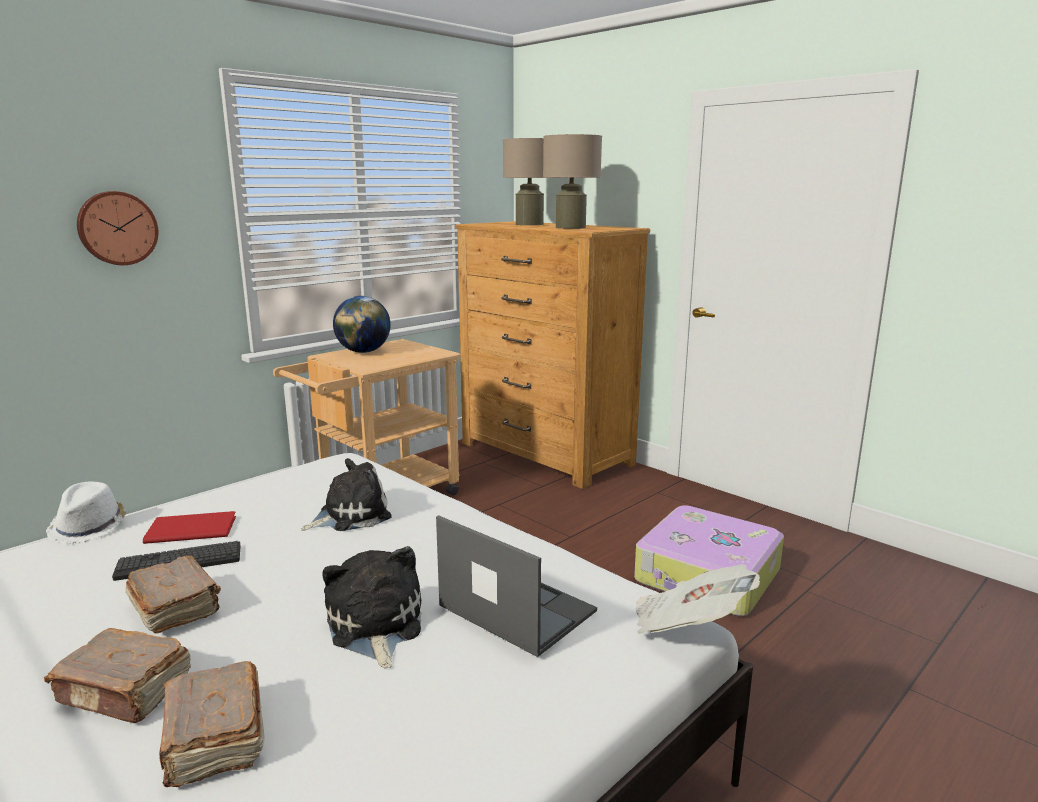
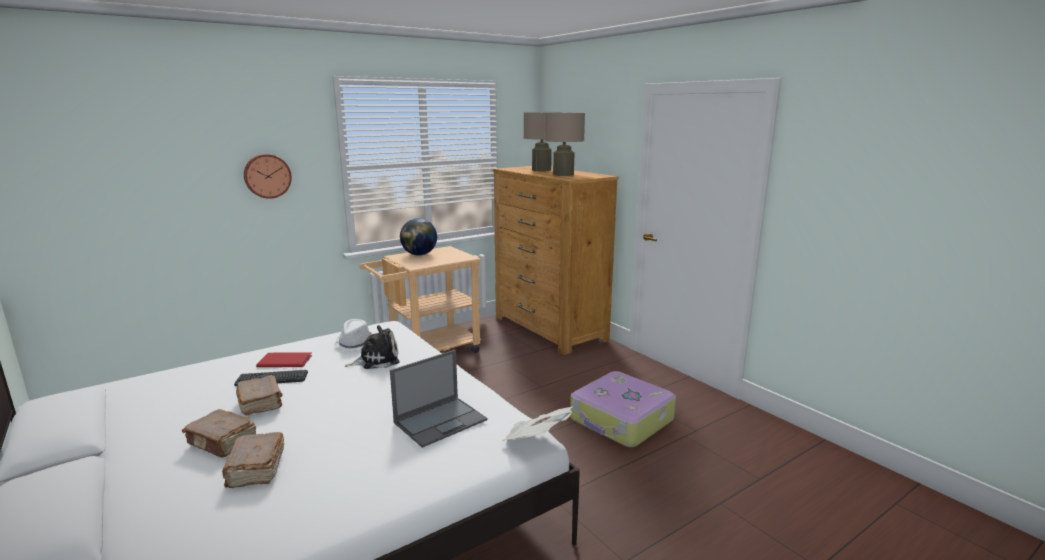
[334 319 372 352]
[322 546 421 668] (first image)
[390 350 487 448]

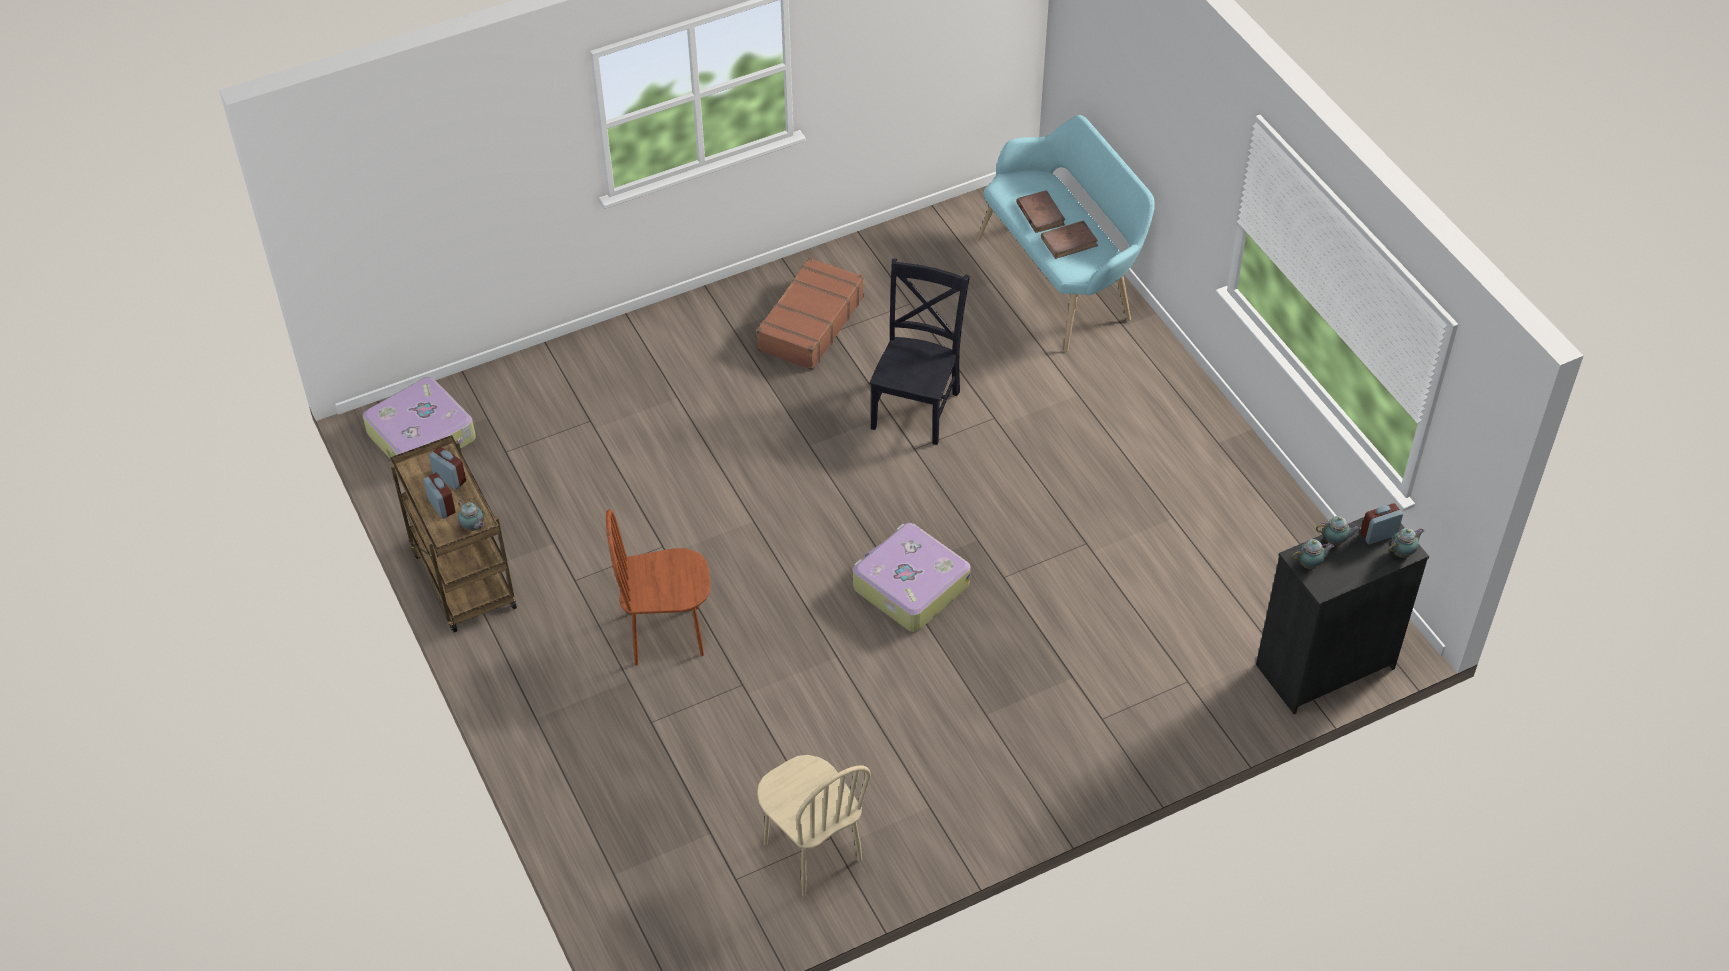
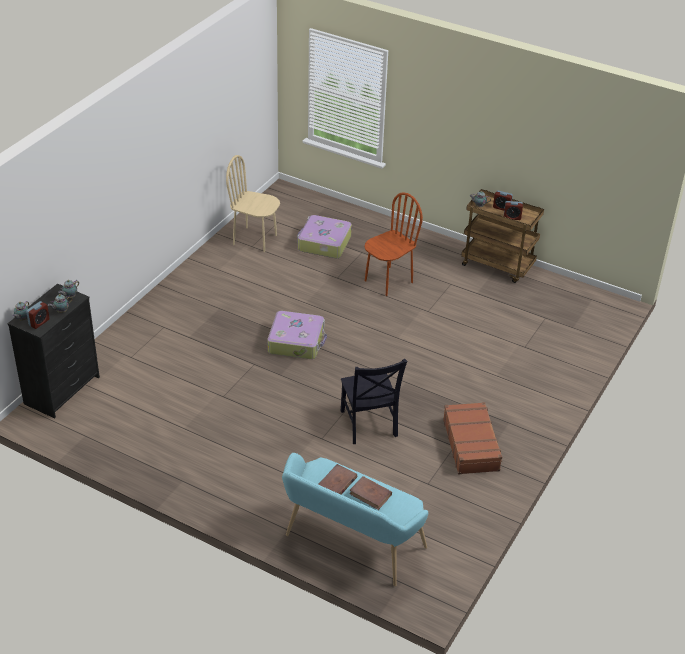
[297 215 352 258]

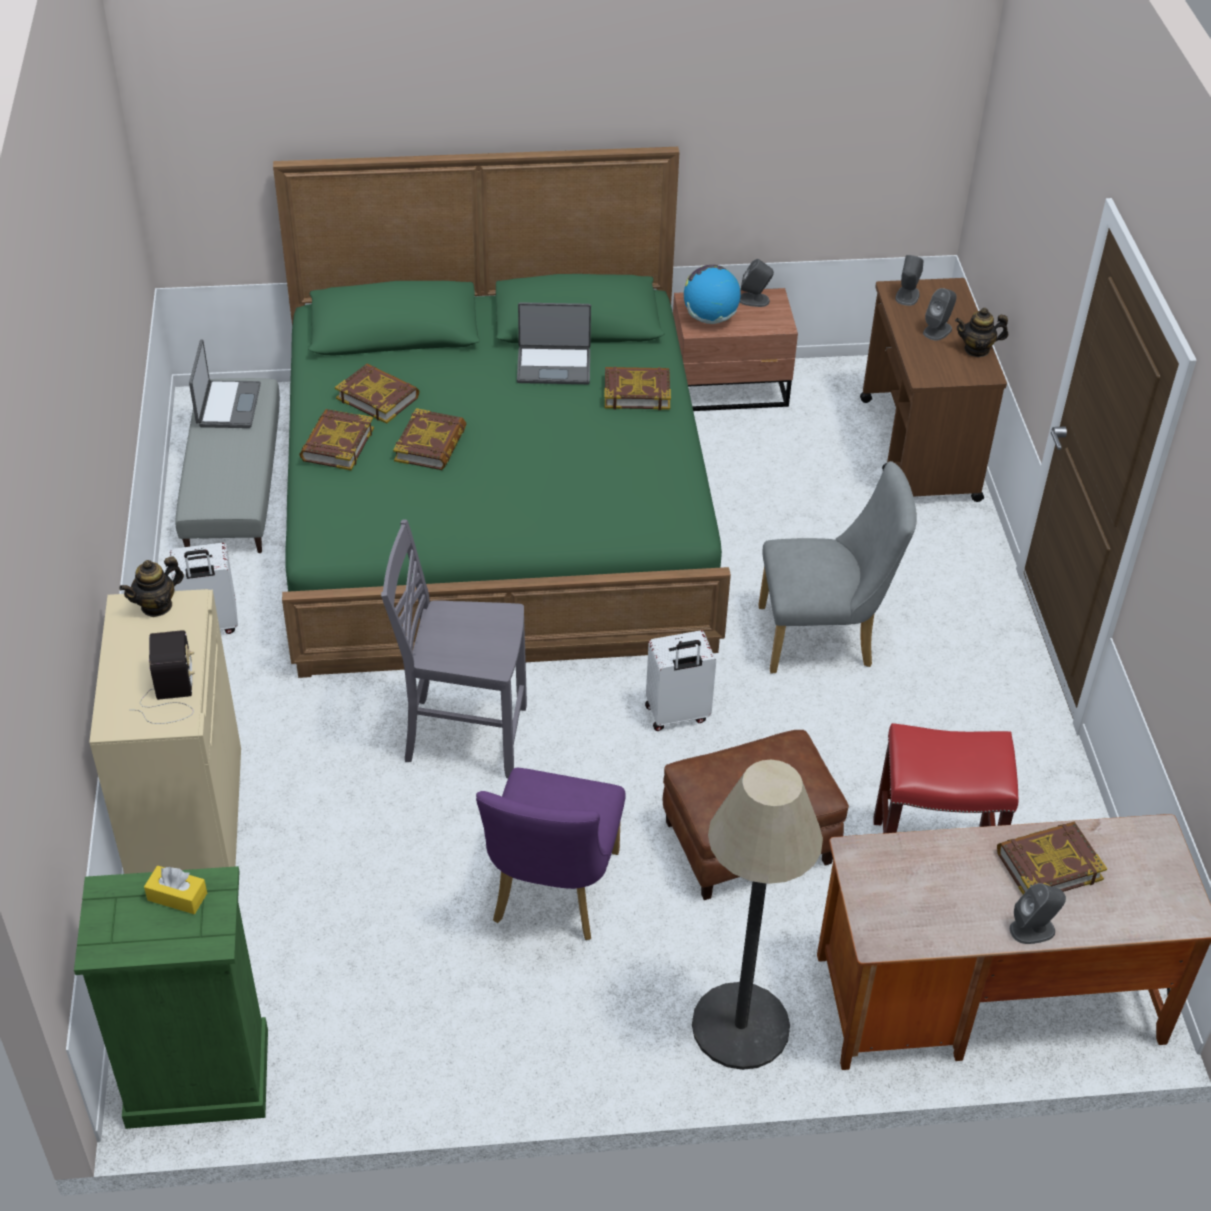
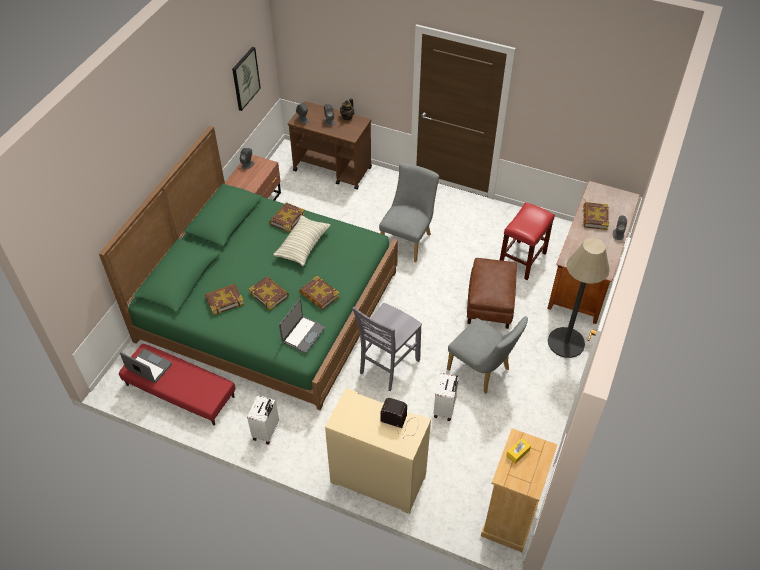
[481 428 557 552]
[119 556 184 617] (first image)
[119 344 235 425]
[299 276 340 310]
[447 316 528 394]
[279 299 325 353]
[433 373 459 421]
[684 265 741 324] (first image)
[232 47 261 111]
[273 215 331 266]

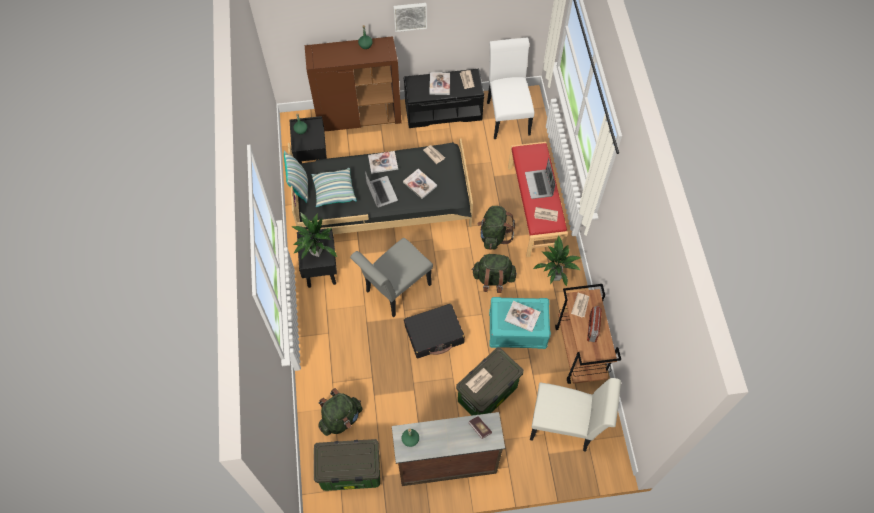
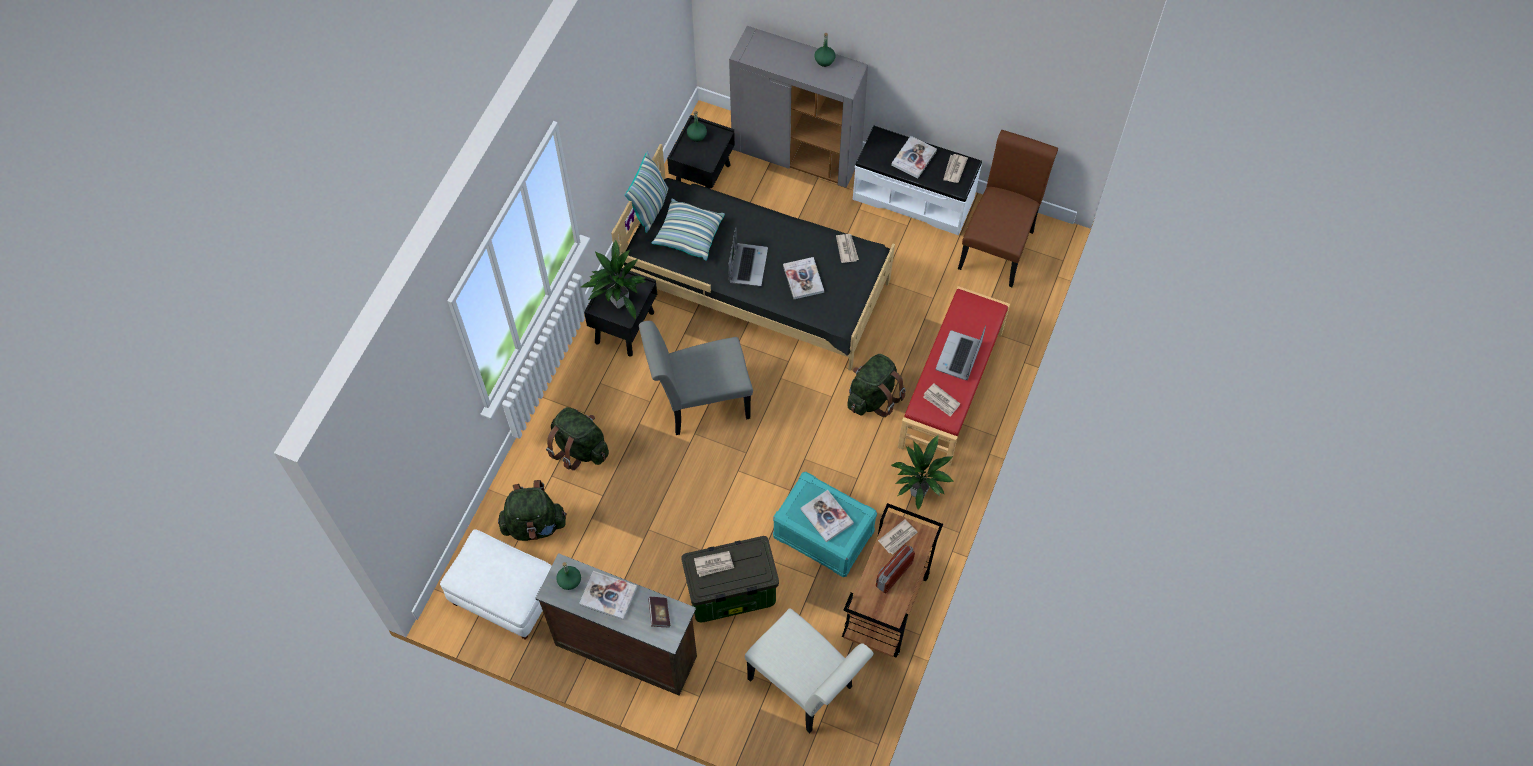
[729 26 868 188]
[440 529 551 640]
[579 571 637 620]
[393 3 427 32] (first image)
[853 126 982 236]
[404 304 465 358] (first image)
[546 407 609 470]
[958 130 1058 287]

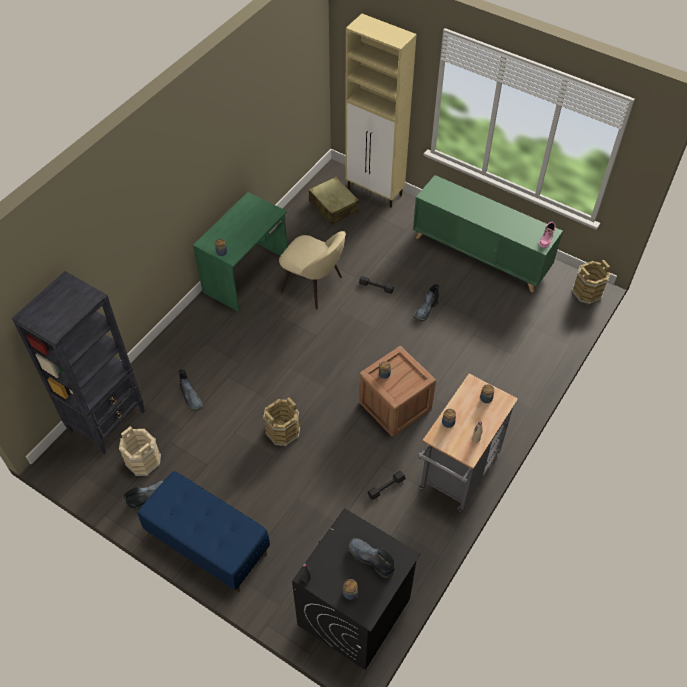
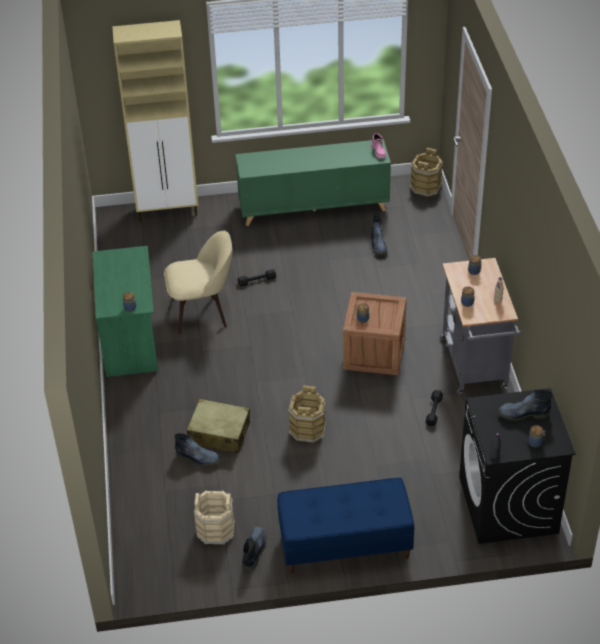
[12 271 145 455] (first image)
[187 399 250 454]
[371 215 388 255]

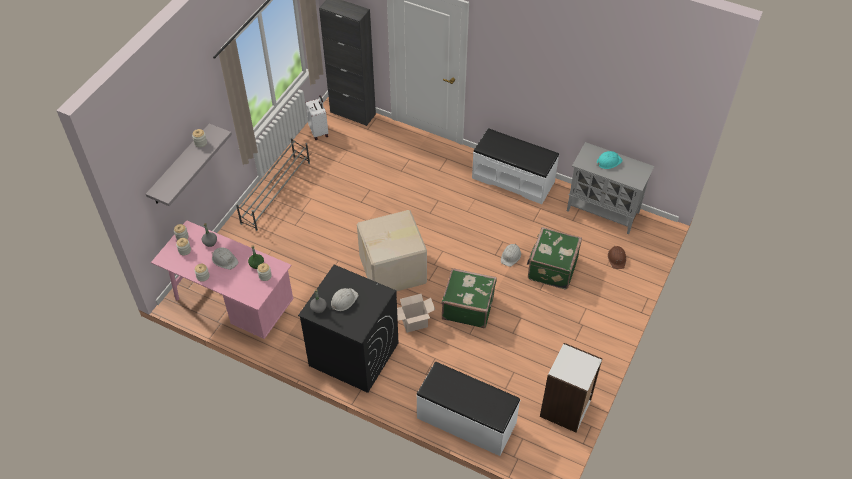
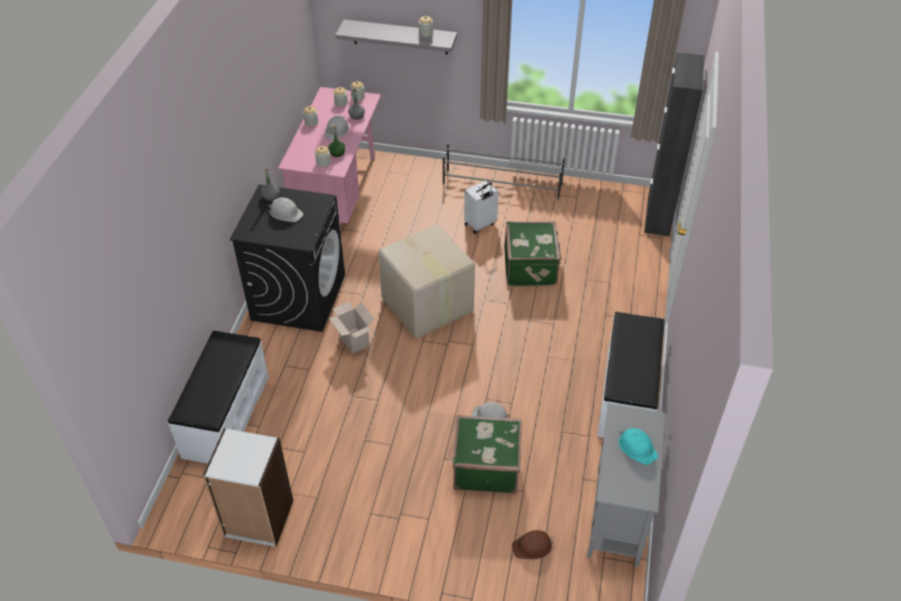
[464 180 499 234]
[504 221 562 286]

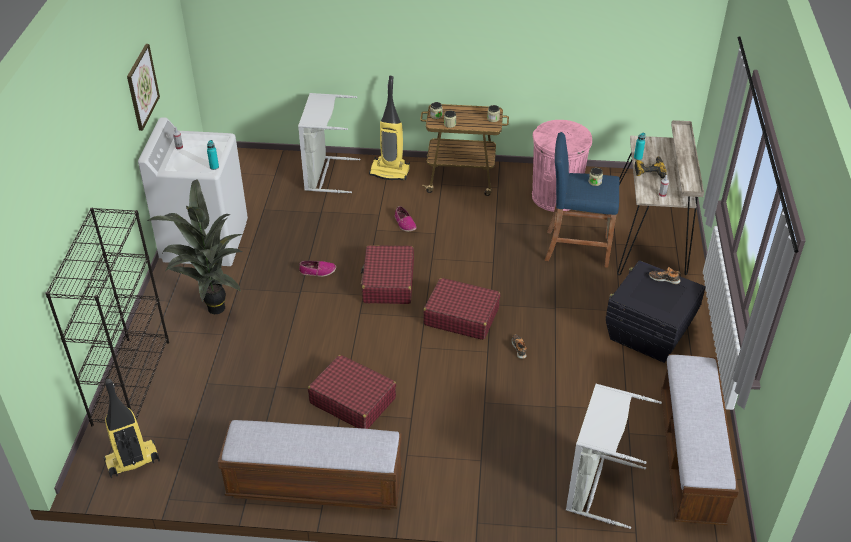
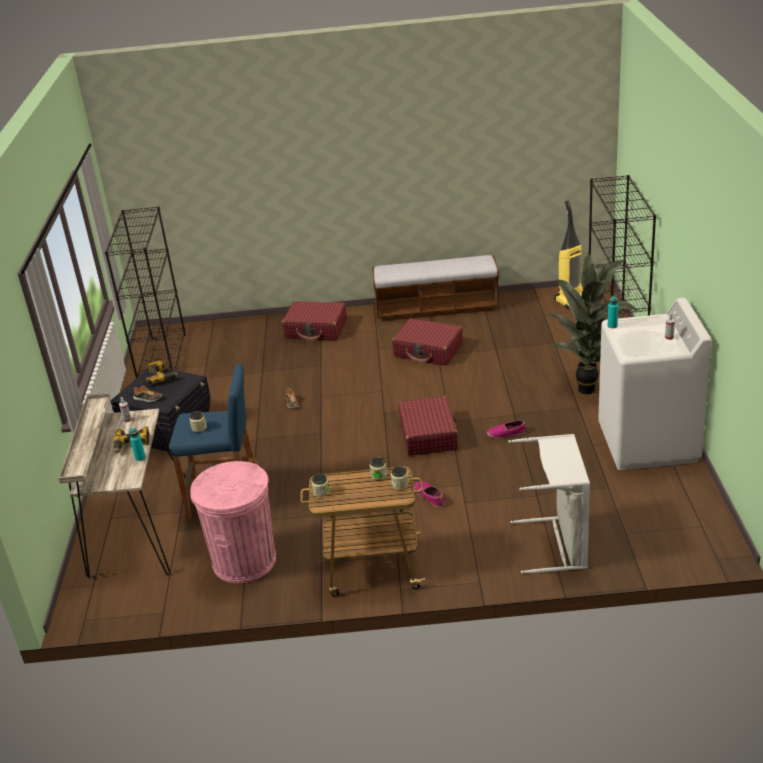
[127 44 160 131] (first image)
[369 76 410 180] (first image)
[282 301 347 341]
[566 384 662 529] (first image)
[105 206 186 378]
[146 361 178 385]

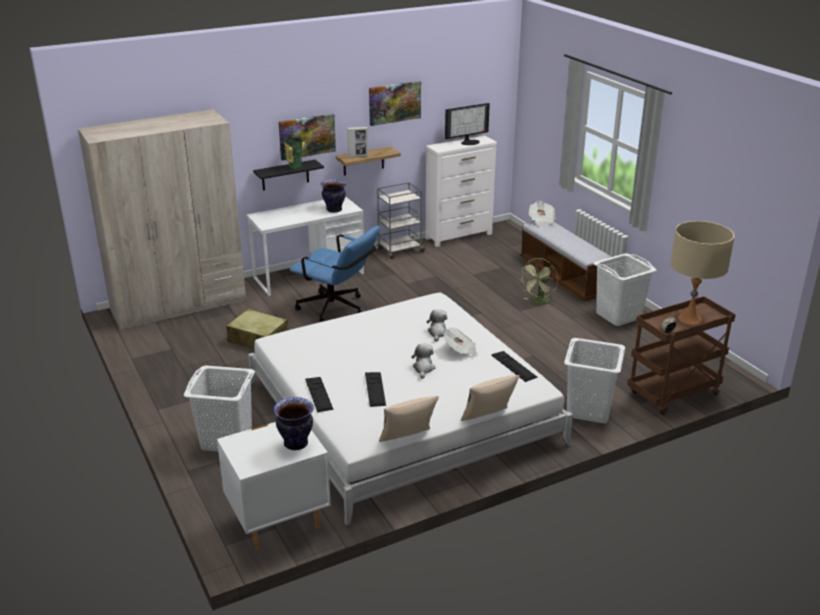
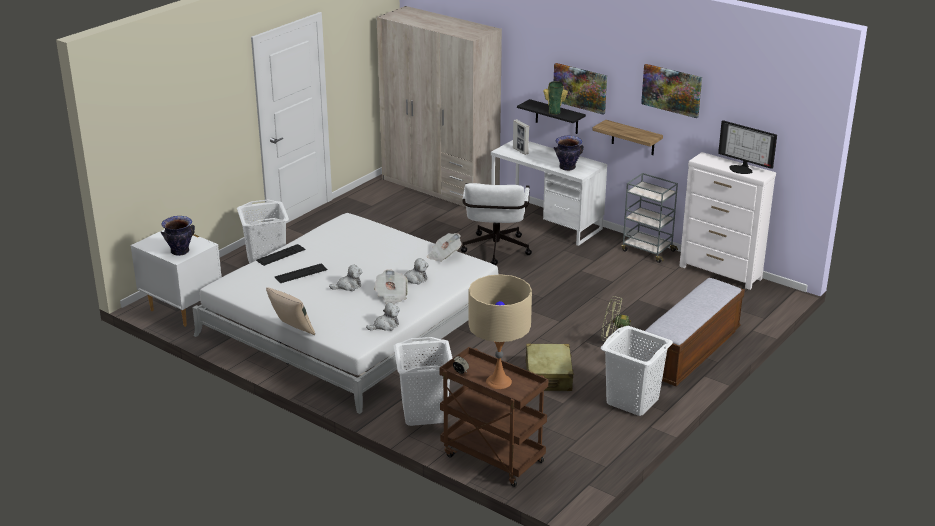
[526 344 574 391]
[460 183 532 265]
[513 119 529 155]
[379 396 439 442] (first image)
[366 302 400 331]
[427 233 462 262]

